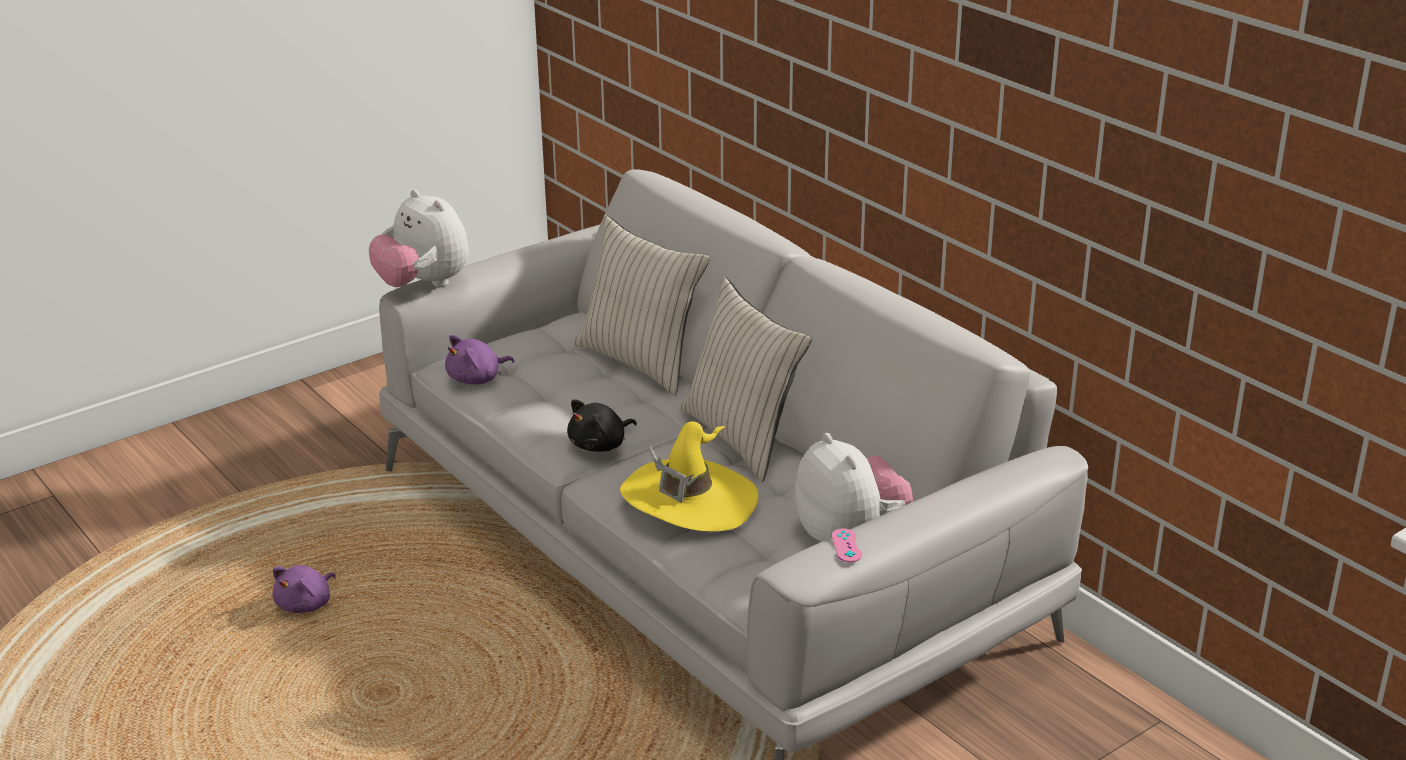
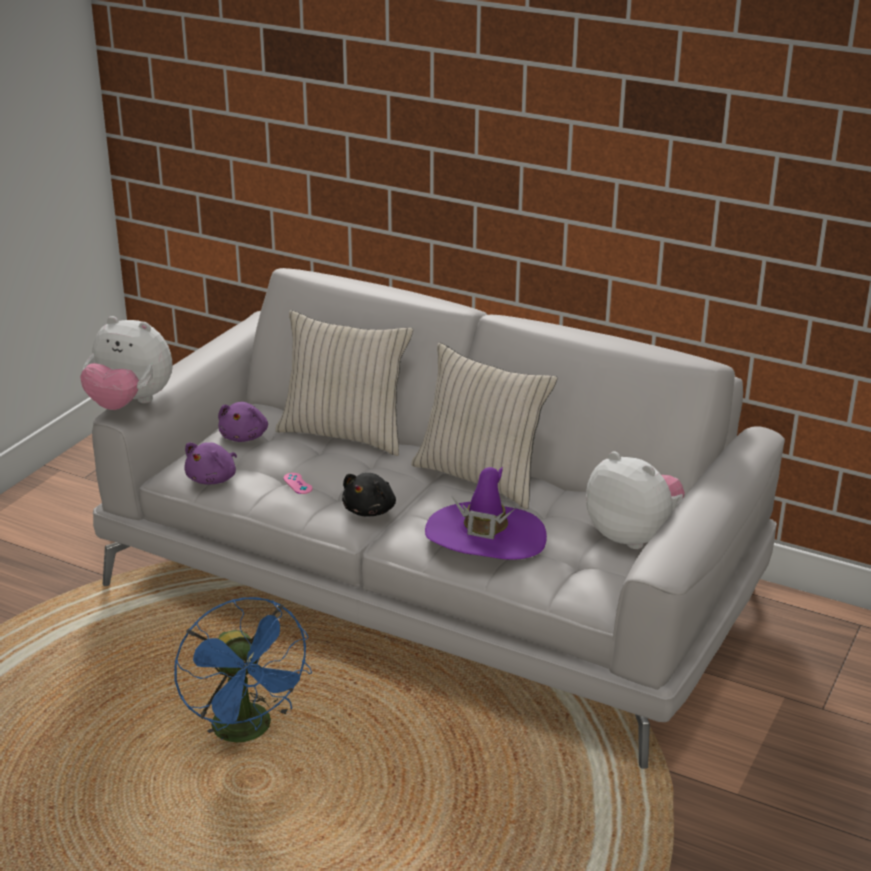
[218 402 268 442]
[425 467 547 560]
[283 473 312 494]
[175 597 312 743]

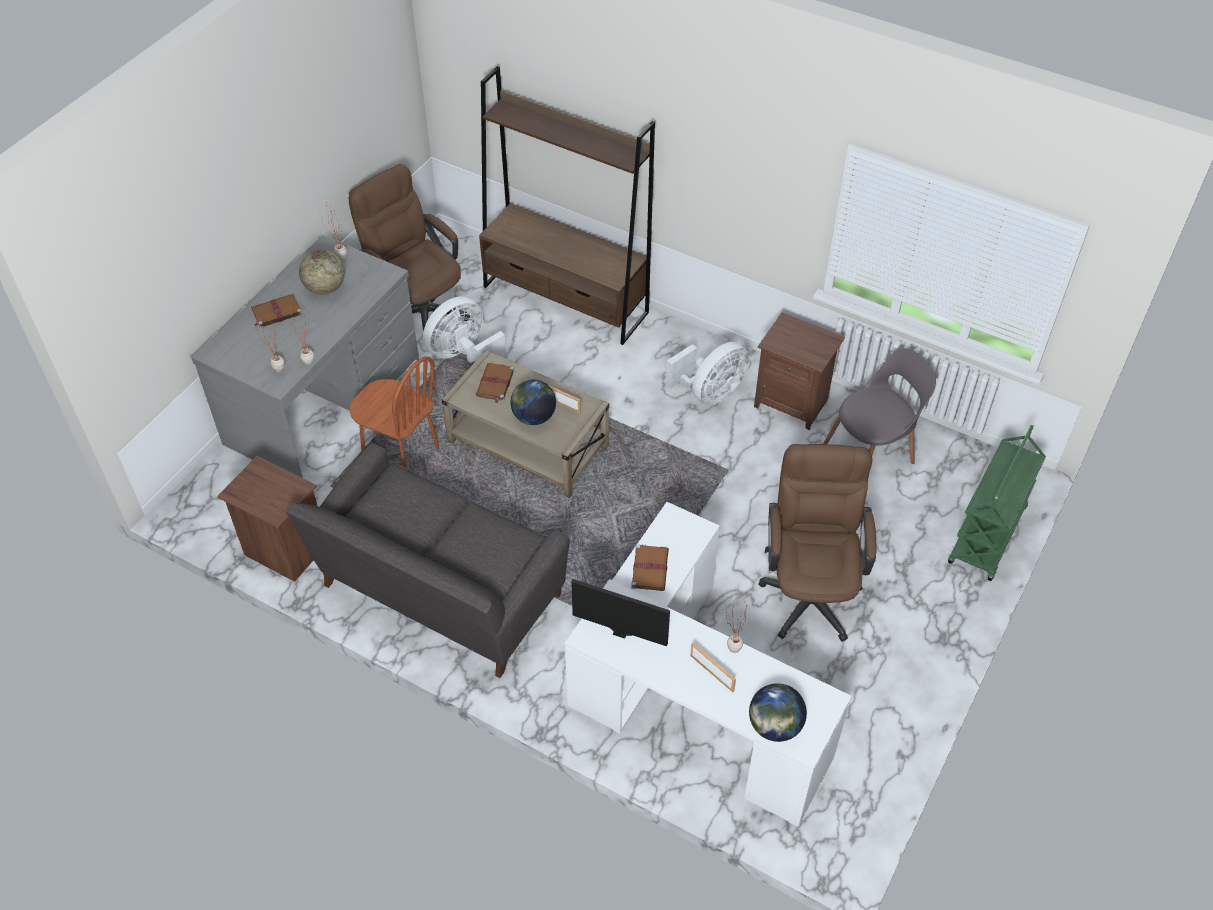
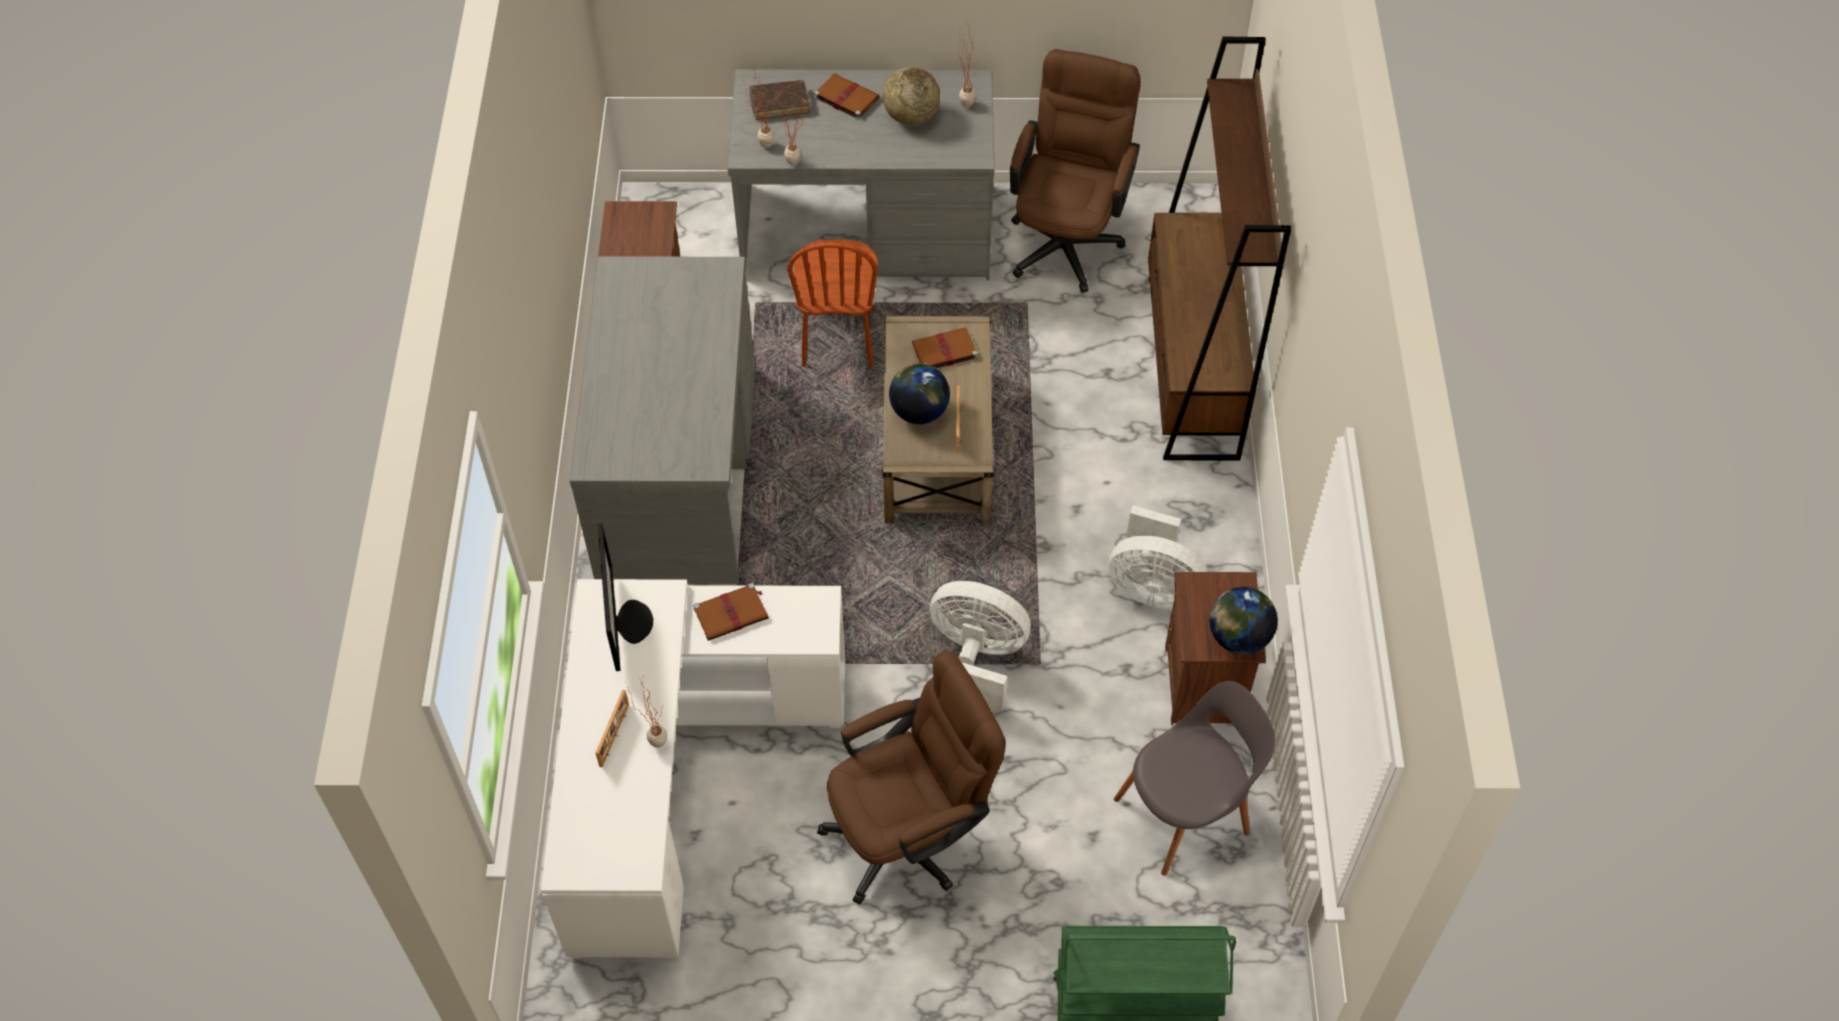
[570 256 758 584]
[930 581 1031 711]
[1209 587 1278 654]
[1114 681 1276 876]
[749 80 810 120]

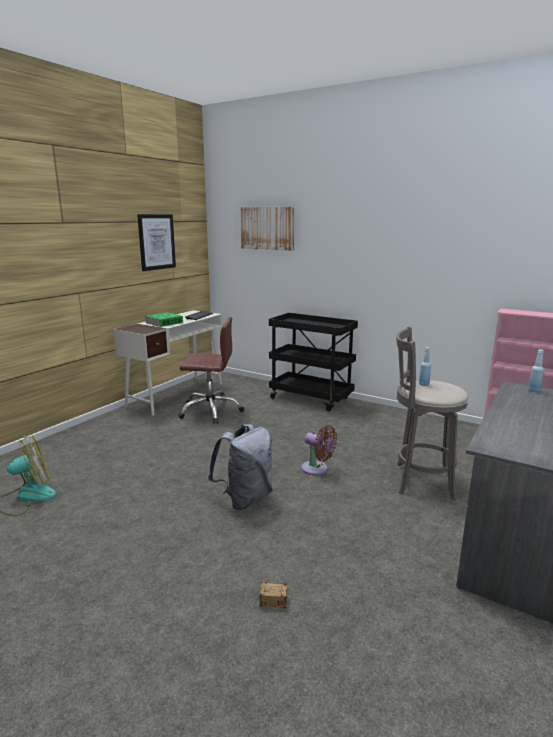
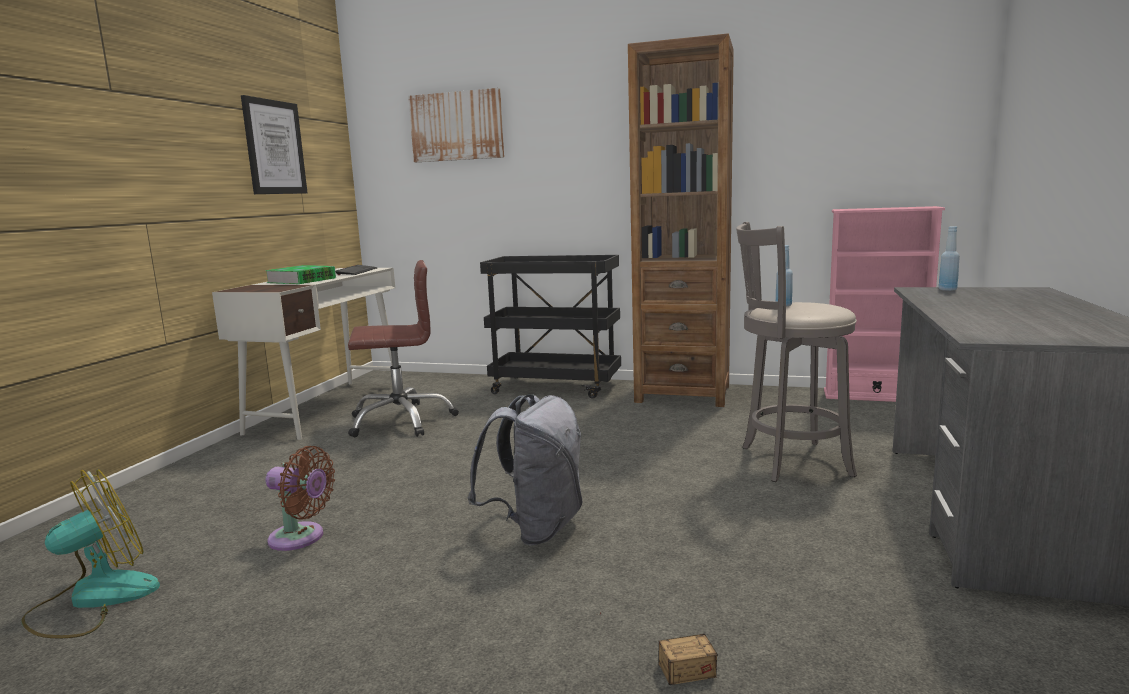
[265 446 335 551]
[628 33 734 407]

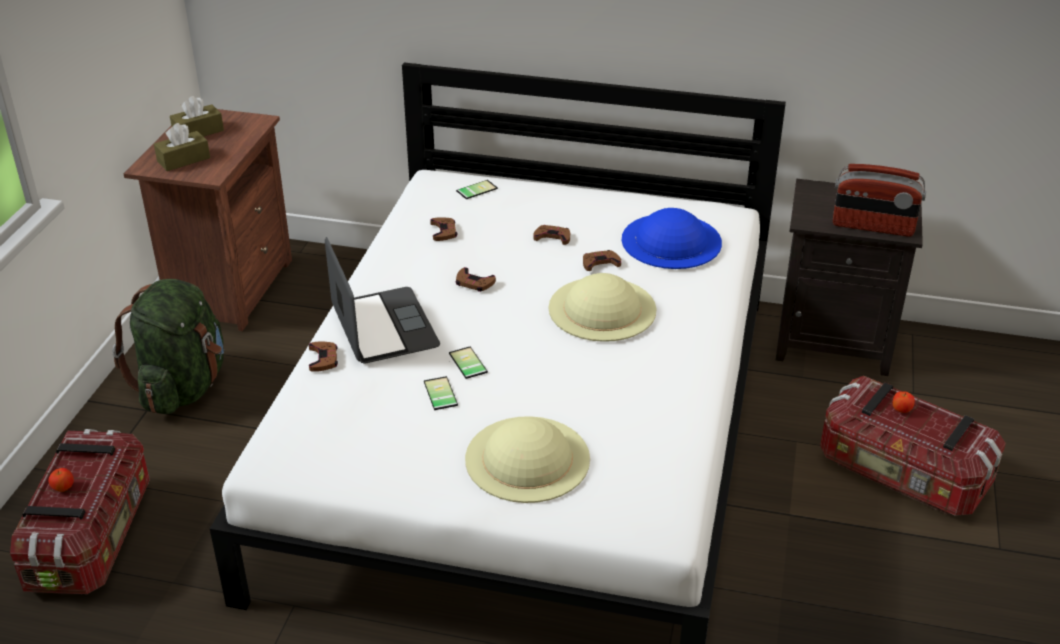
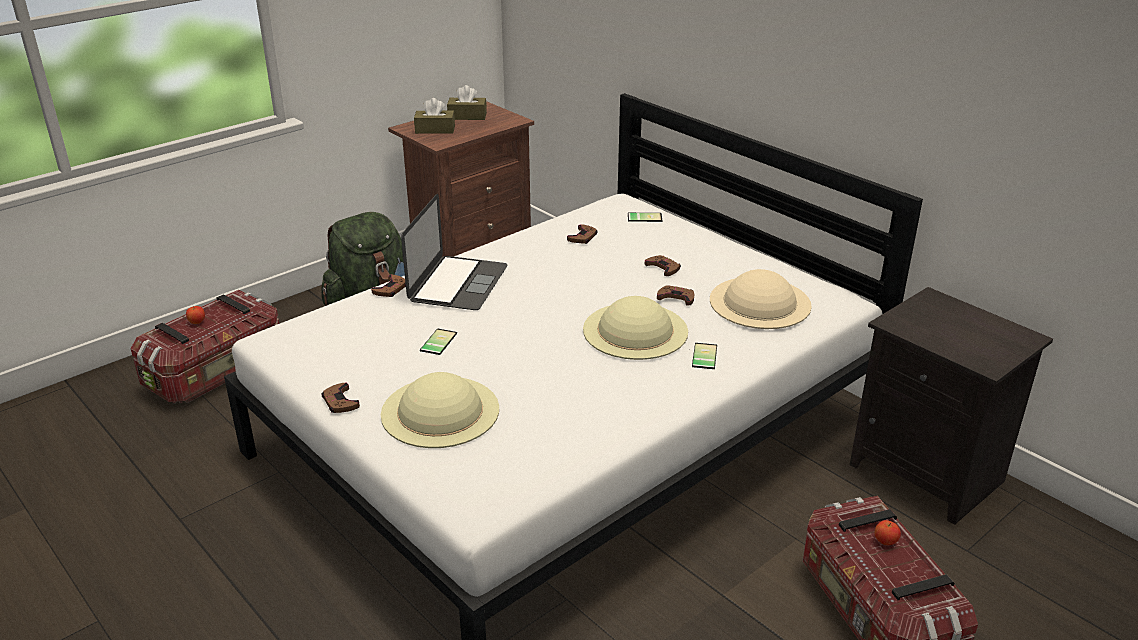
[692 343 717 369]
[321 383 360 413]
[710 269 812 329]
[833 164 926 237] (first image)

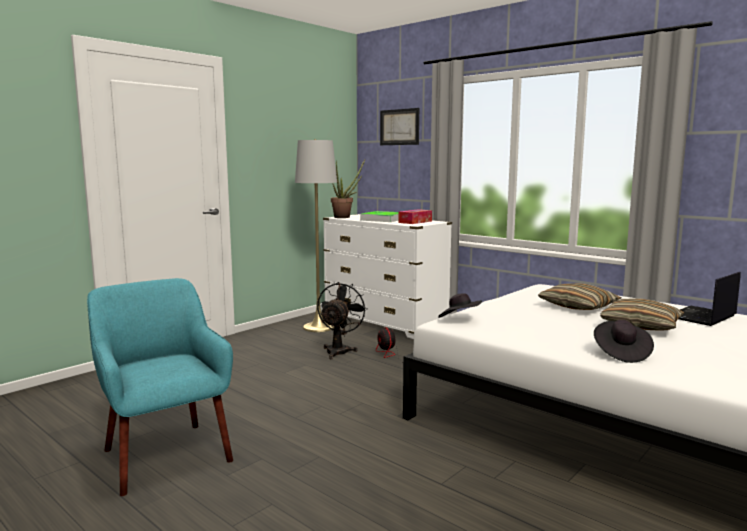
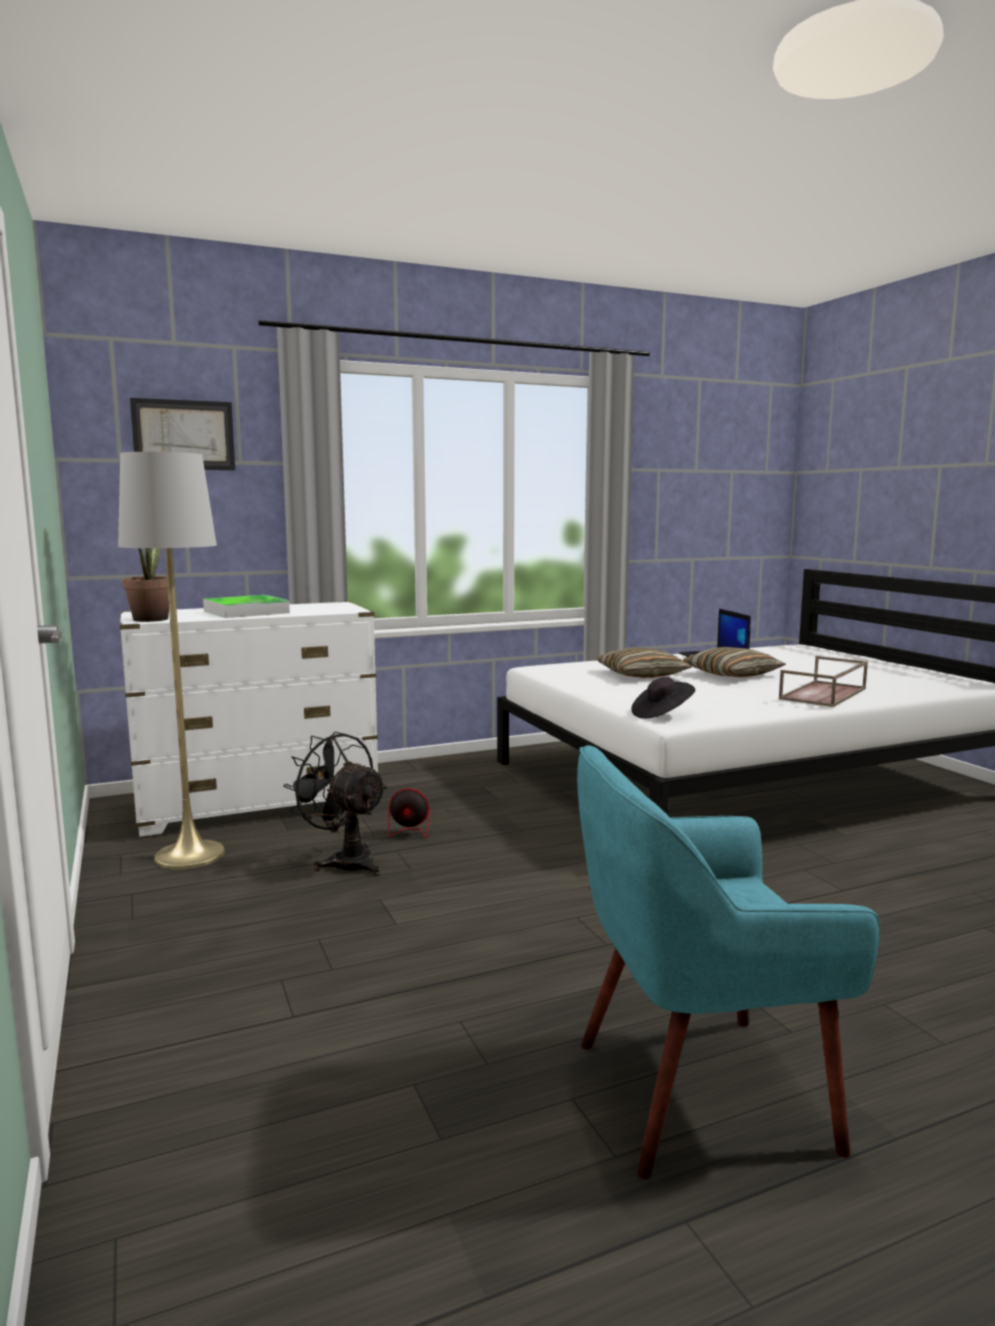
[398 209 432 224] (first image)
[779 656 868 707]

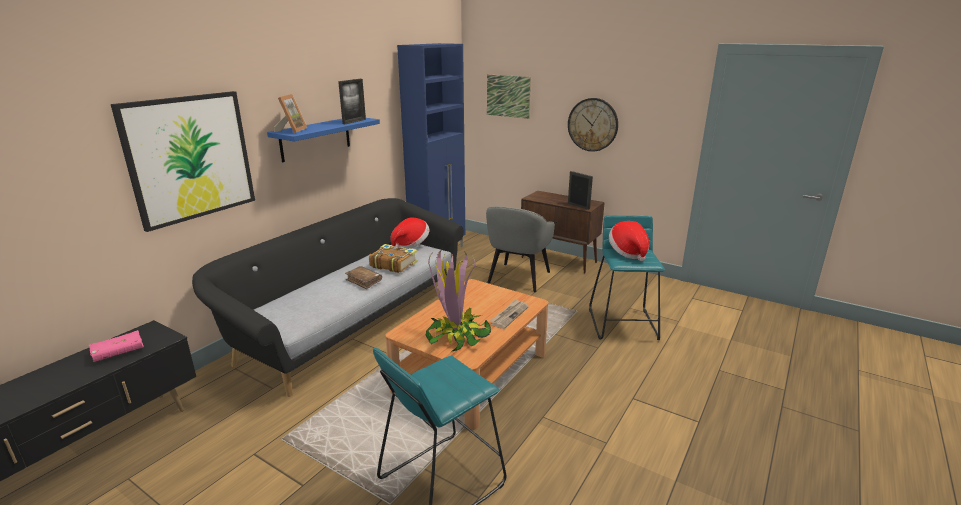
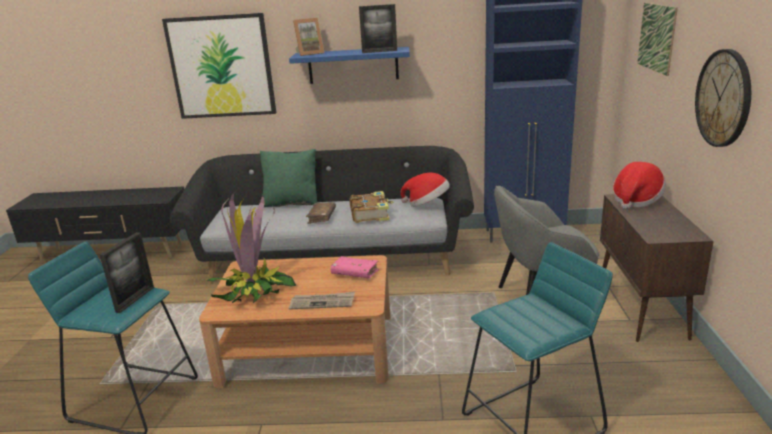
[331 256 379 279]
[100 232 154 313]
[613 162 666 209]
[260 149 317 207]

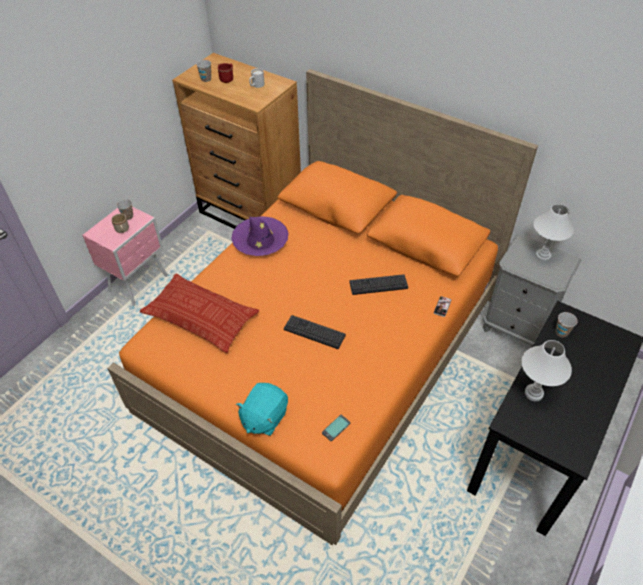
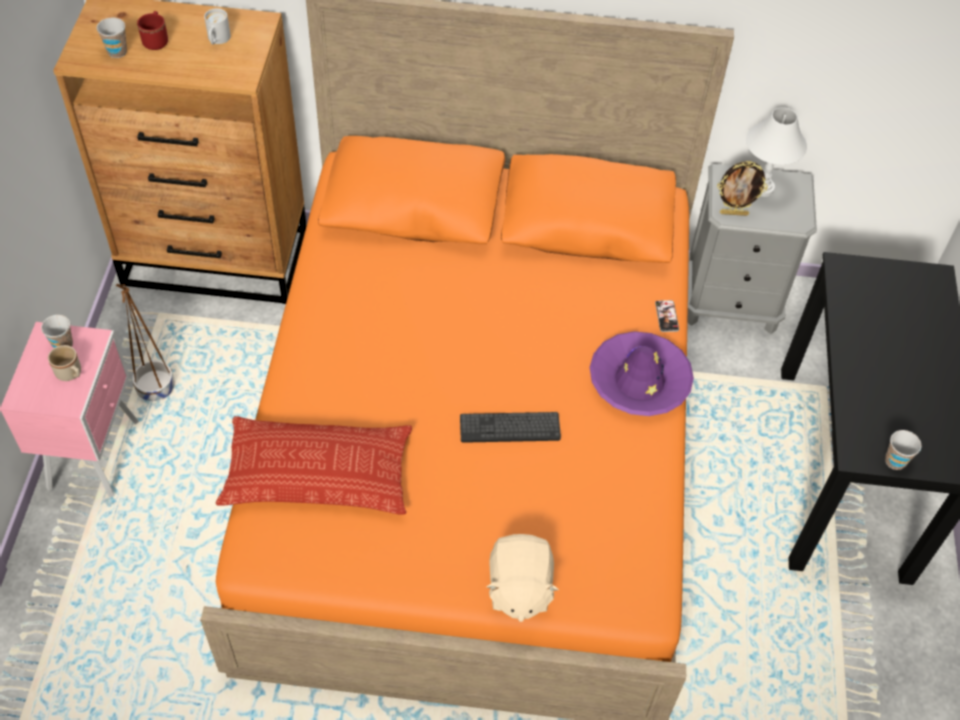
[590 331 694 416]
[487 534 559 622]
[322 415 350 441] (first image)
[350 274 408 295] (first image)
[521 340 572 401] (first image)
[885 430 921 470]
[116 284 175 401]
[717 161 768 216]

